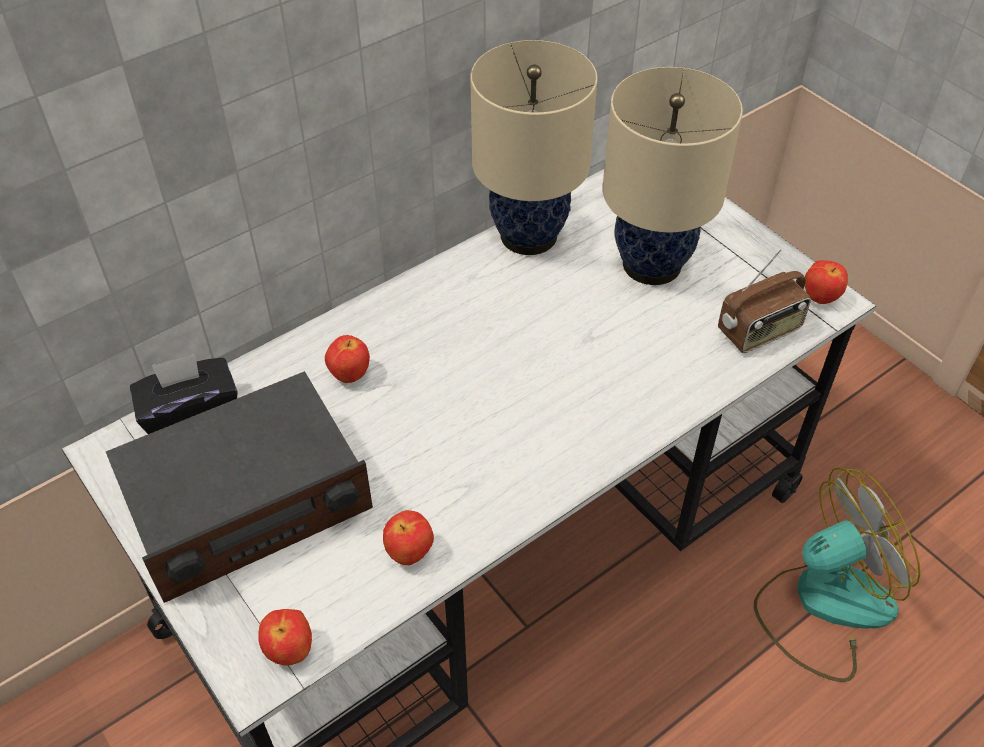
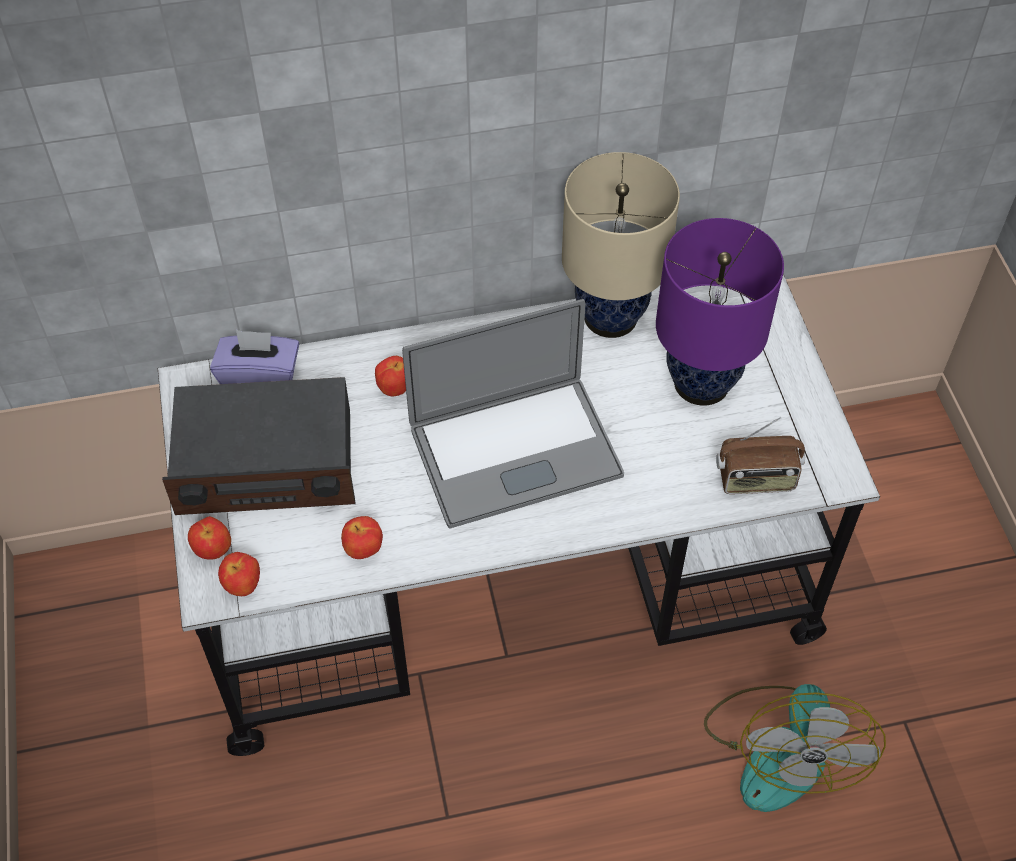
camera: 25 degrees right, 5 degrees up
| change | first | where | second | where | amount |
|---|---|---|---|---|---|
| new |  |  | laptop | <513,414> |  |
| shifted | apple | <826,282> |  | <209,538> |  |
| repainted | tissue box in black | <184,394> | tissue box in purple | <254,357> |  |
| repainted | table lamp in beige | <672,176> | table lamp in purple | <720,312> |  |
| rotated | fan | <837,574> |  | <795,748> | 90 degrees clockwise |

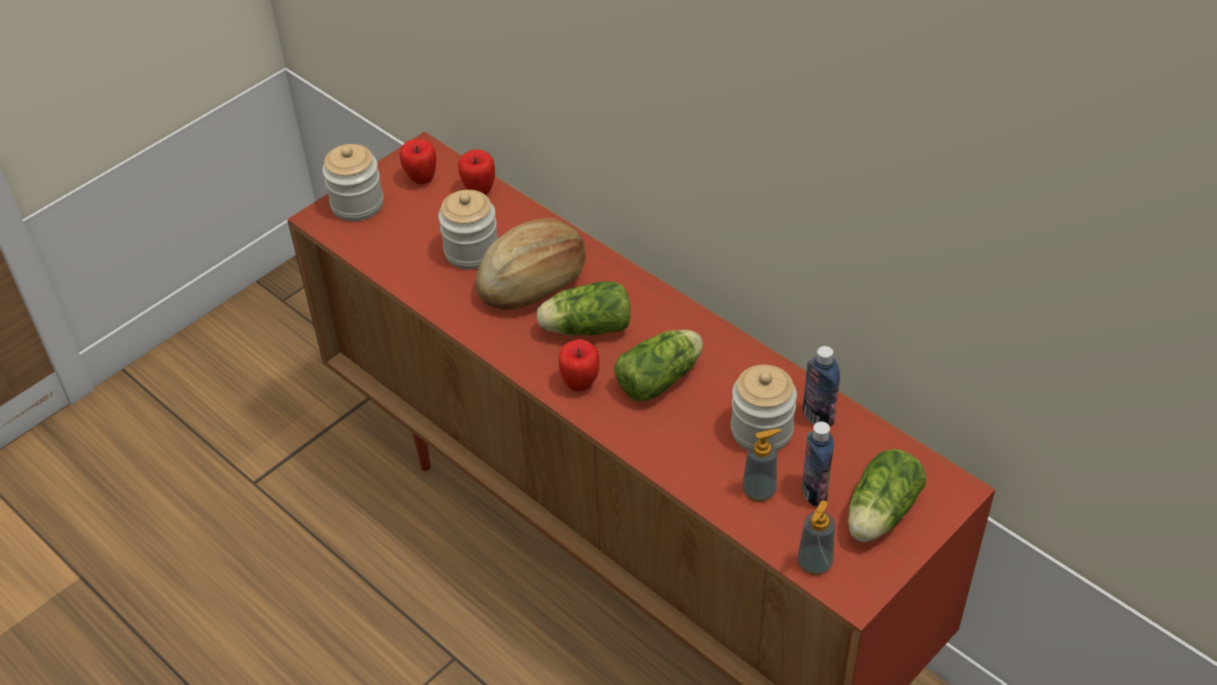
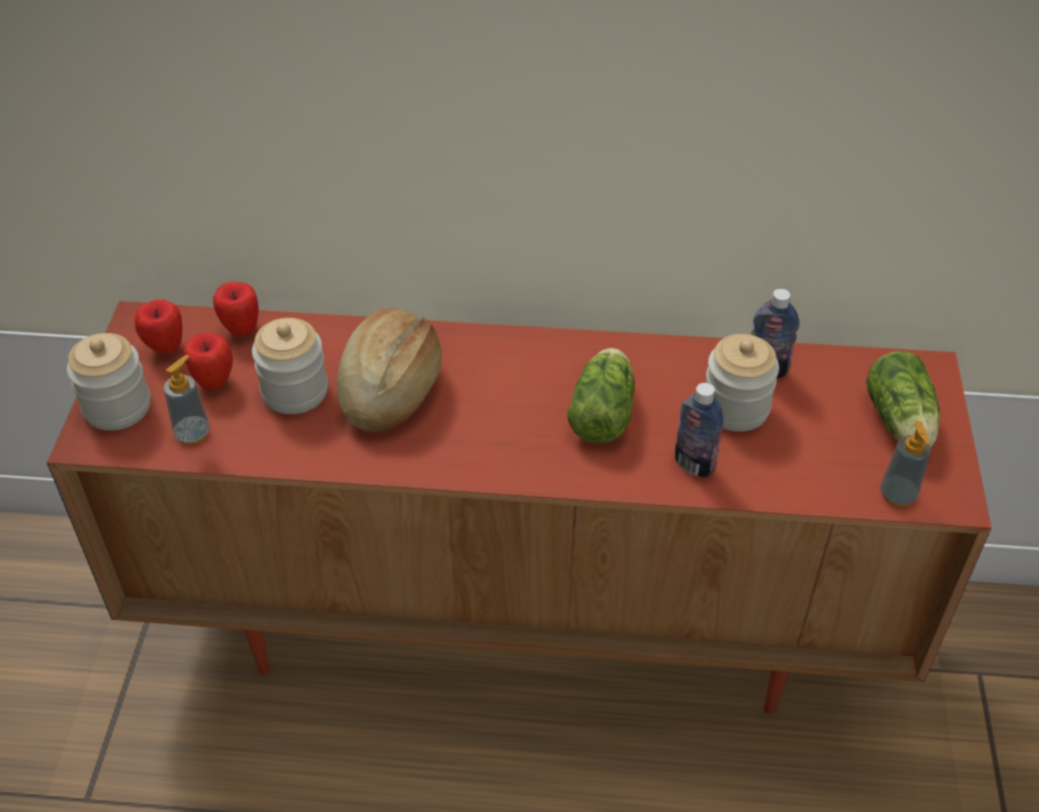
camera: 40 degrees left, 0 degrees up
| change | first | where | second | where | amount |
|---|---|---|---|---|---|
| gone | lettuce | <584,308> |  |  |  |
| shifted | apple | <579,365> |  | <208,361> |  |
| shifted | soap dispenser | <761,465> |  | <186,400> |  |
| shifted | bottle | <818,464> |  | <699,430> |  |

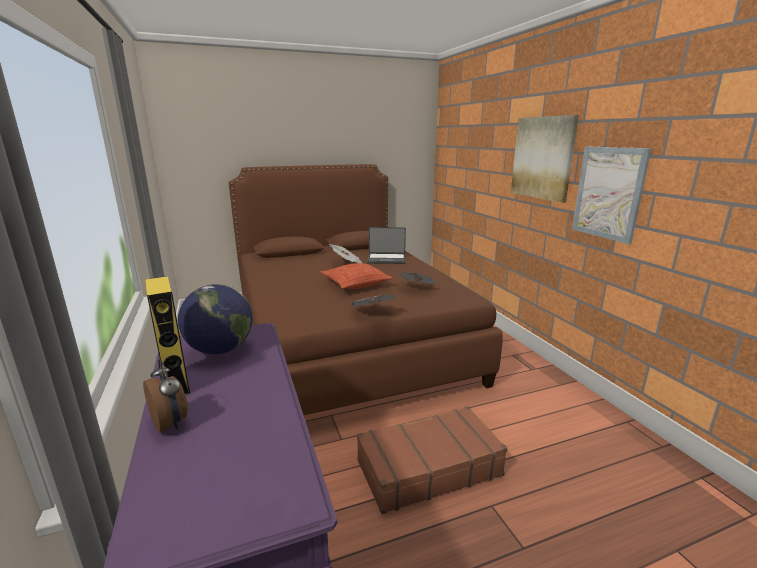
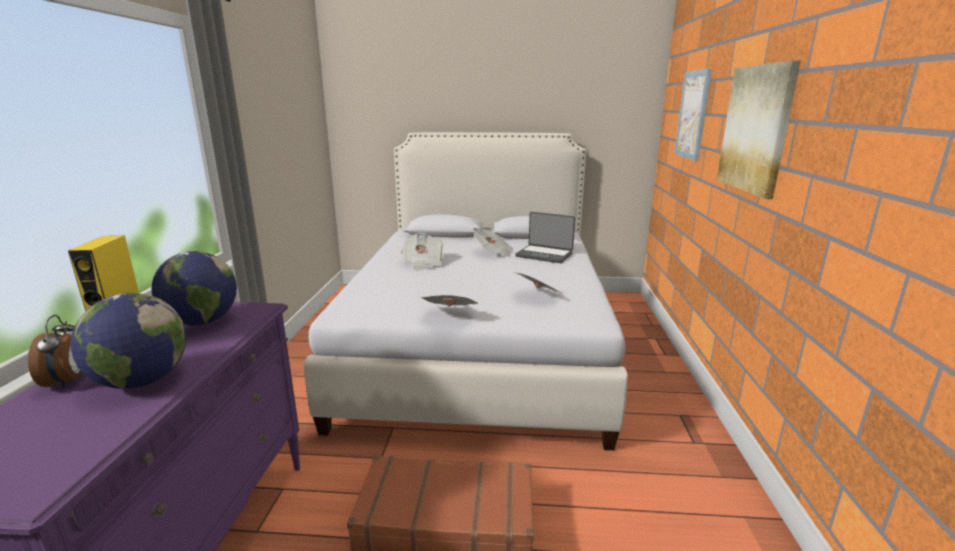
camera: 25 degrees right, 0 degrees up
| change | first | where | second | where | amount |
|---|---|---|---|---|---|
| gone | pillow in orange | <357,276> |  |  |  |
| new |  |  | globe | <128,341> |  |
| new |  |  | newspaper | <422,252> |  |
| shifted | picture | <611,195> |  | <693,114> |  |
| repainted | bed in brown | <366,290> | bed in white | <466,291> |  |

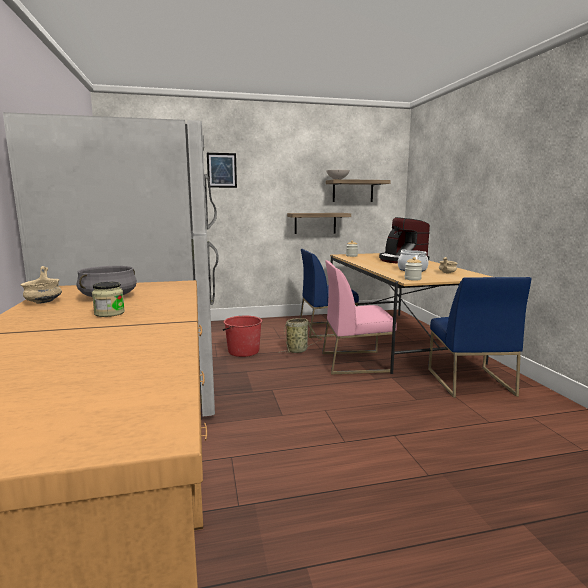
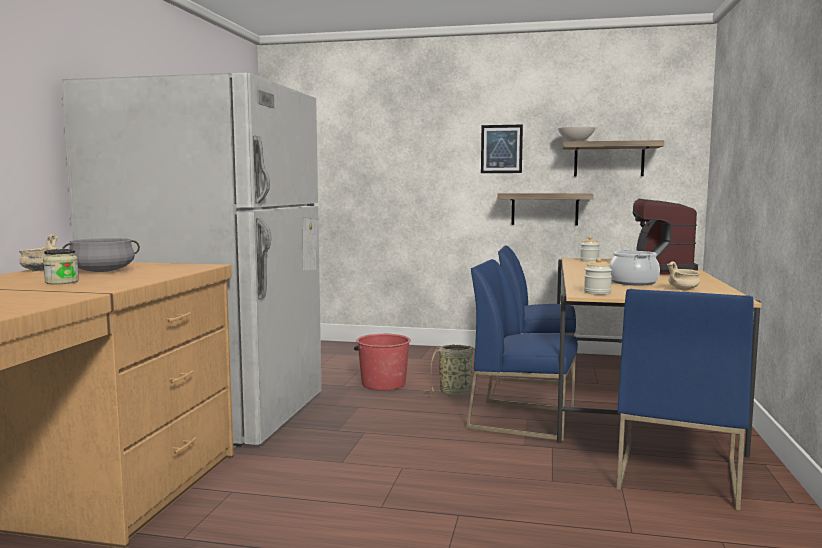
camera: 25 degrees right, 5 degrees down
| change | first | where | second | where | amount |
|---|---|---|---|---|---|
| shifted | picture | <222,170> |  | <502,148> |  |
| repainted | chair in pink | <359,317> | chair in blue | <522,350> |  |

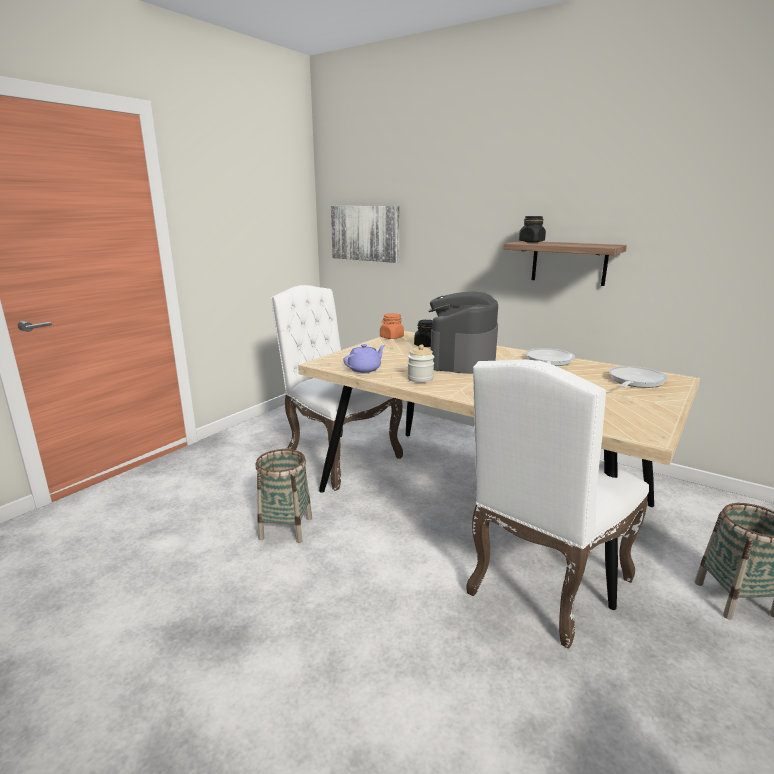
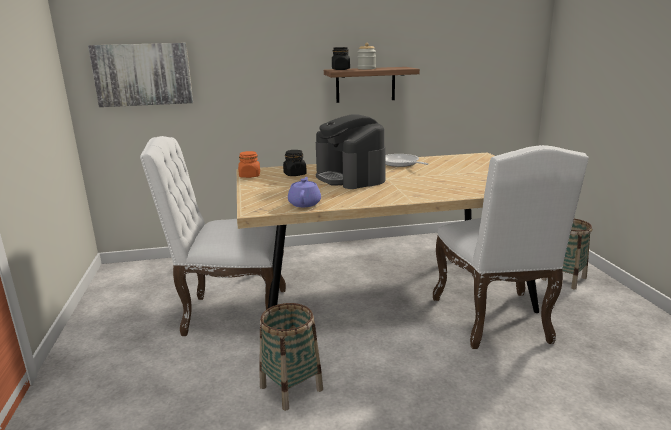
camera: 45 degrees left, 0 degrees up
| change | first | where | second | where | amount |
|---|---|---|---|---|---|
| gone | frying pan | <638,377> |  |  |  |
| shifted | jar | <420,363> |  | <367,56> |  |

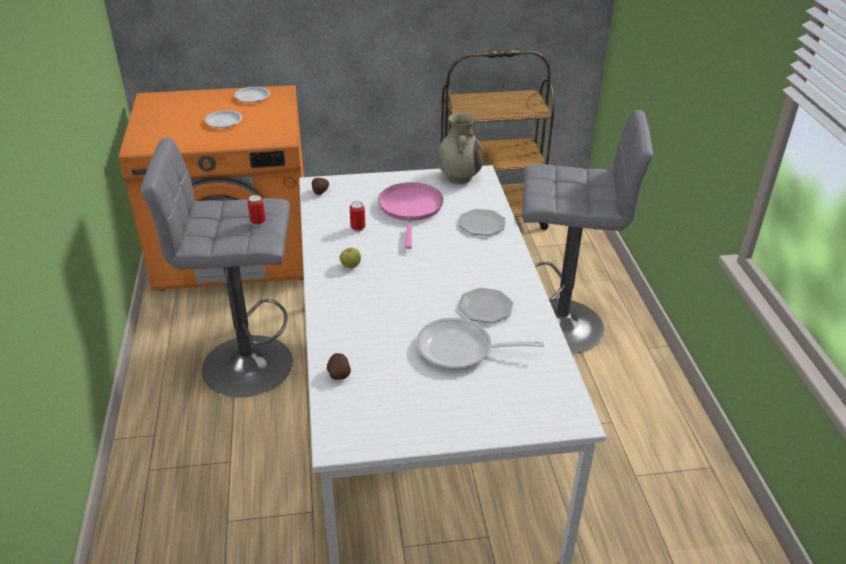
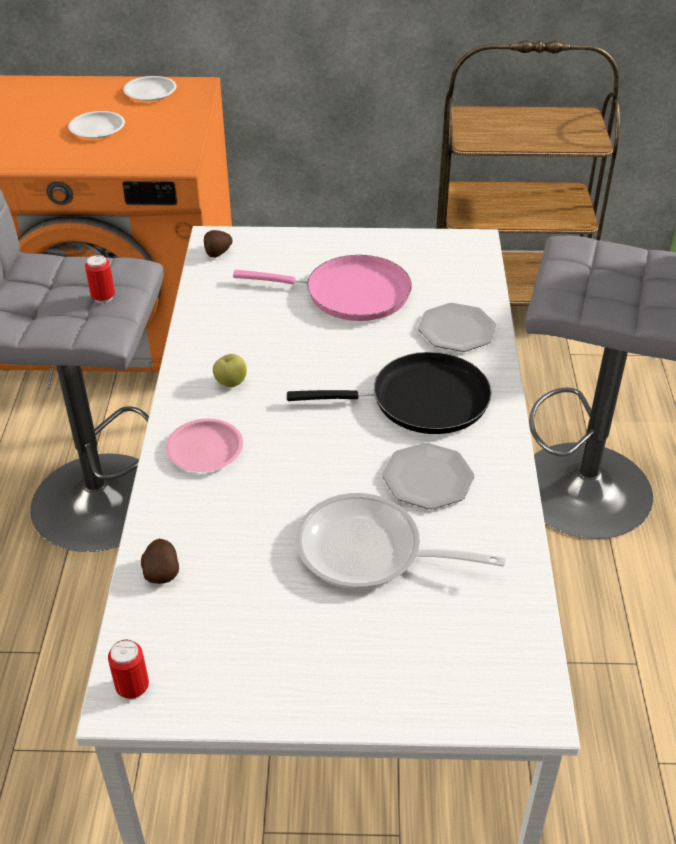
camera: 10 degrees right, 5 degrees up
| change | first | where | second | where | amount |
|---|---|---|---|---|---|
| gone | vase in beige | <460,148> |  |  |  |
| new |  |  | plate in pink | <204,445> |  |
| new |  |  | frying pan in black | <389,393> |  |
| shifted | can | <357,216> |  | <128,669> |  |
| rotated | frying pan in pink | <410,215> |  | <322,288> | 90 degrees clockwise |

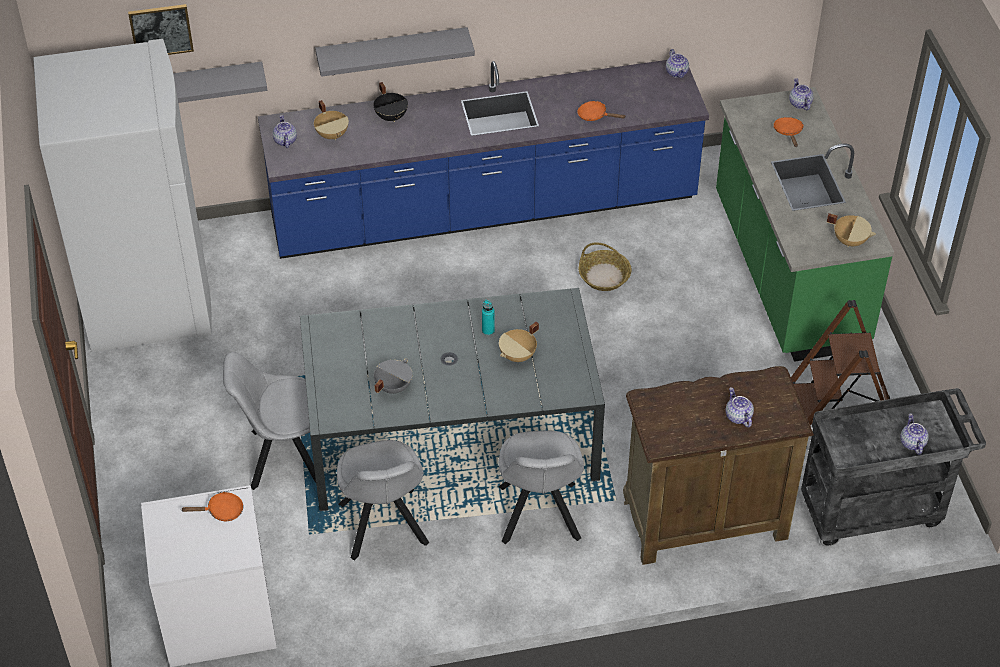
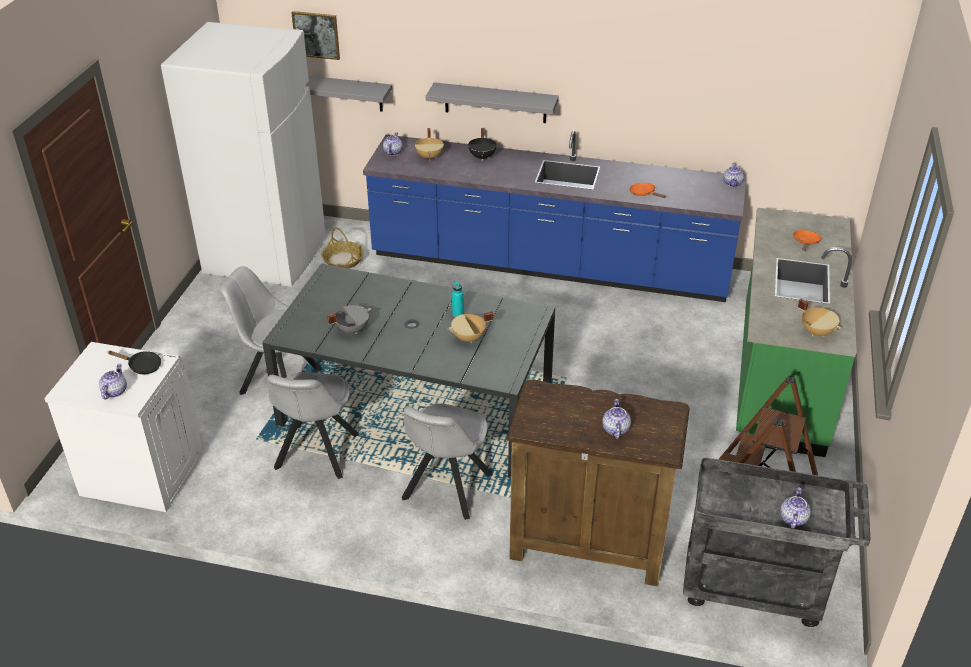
camera: 25 degrees right, 10 degrees down
| change | first | where | second | where | amount |
|---|---|---|---|---|---|
| shifted | basket | <605,266> |  | <342,247> |  |
| shifted | teapot | <801,94> |  | <113,381> |  |
| repainted | frying pan in orange | <212,506> | frying pan in black | <134,362> |  |

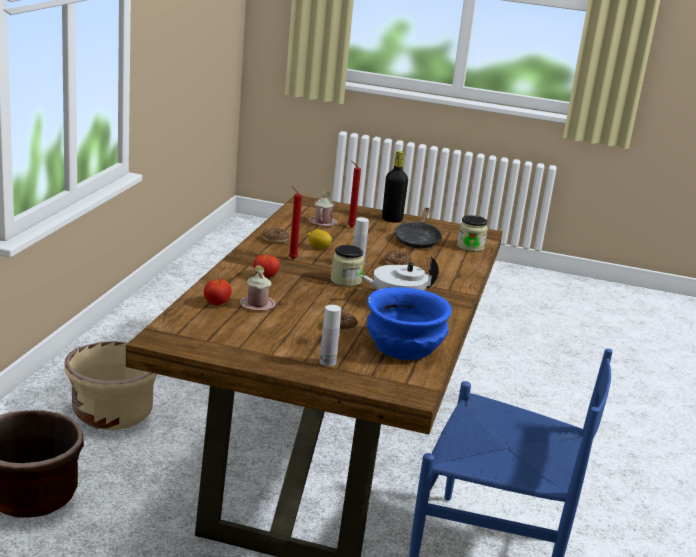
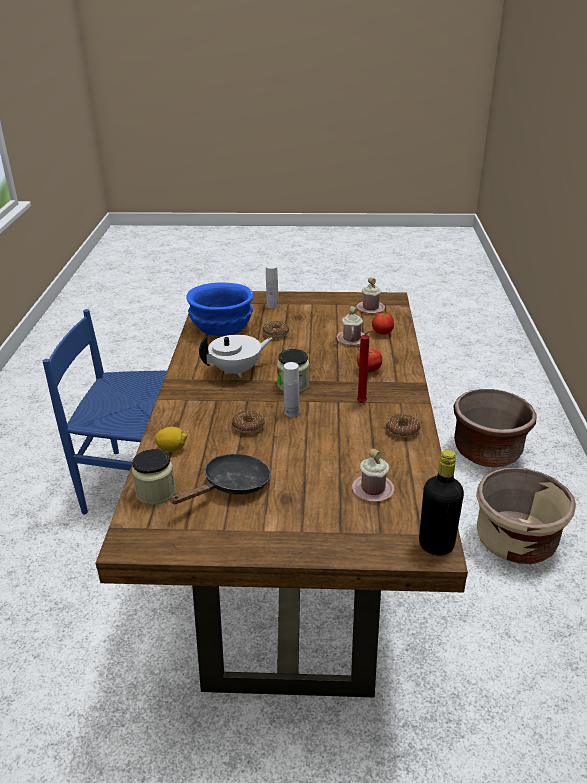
camera: 170 degrees right, 10 degrees up
| change | first | where | second | where | amount |
|---|---|---|---|---|---|
| gone | candle in red | <354,194> |  |  |  |
| new |  |  | mug in pink | <370,295> |  |
| shifted | lemon | <319,239> |  | <171,439> |  |
| shifted | bottle in black | <395,186> |  | <441,503> |  |
| rotated | frying pan in black | <418,228> |  | <220,479> | 45 degrees clockwise |

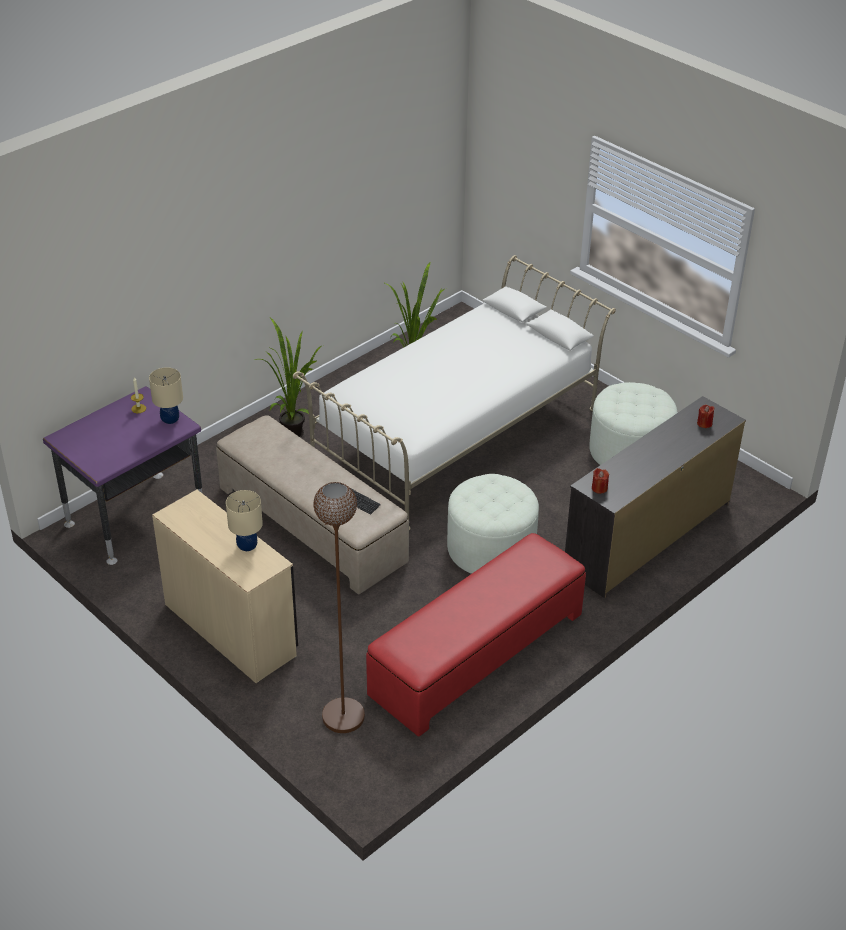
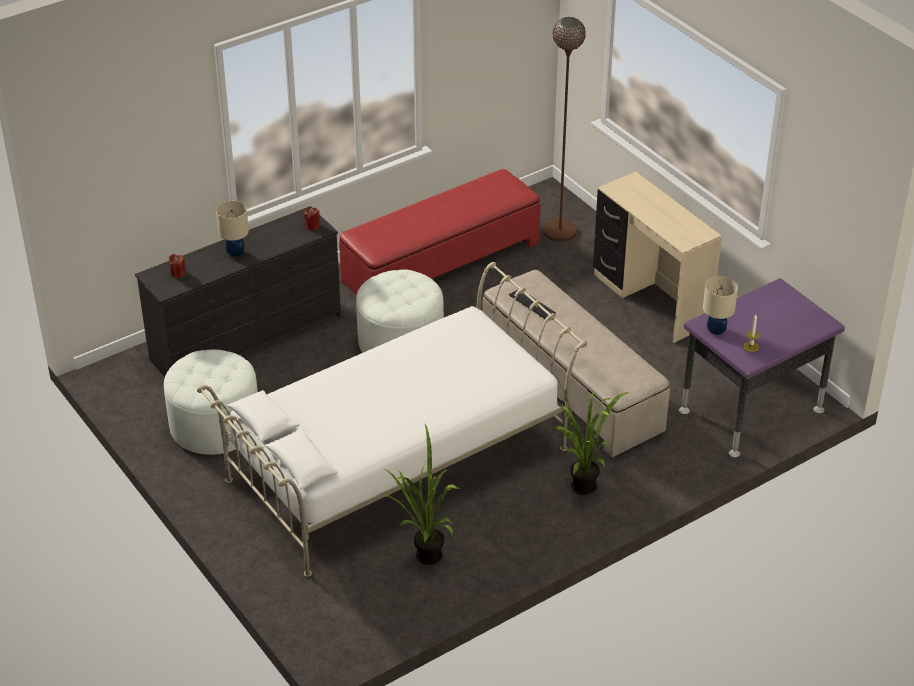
camera: 170 degrees left, 0 degrees up
| change | first | where | second | where | amount |
|---|---|---|---|---|---|
| shifted | table lamp in beige | <244,520> |  | <232,229> |  |

